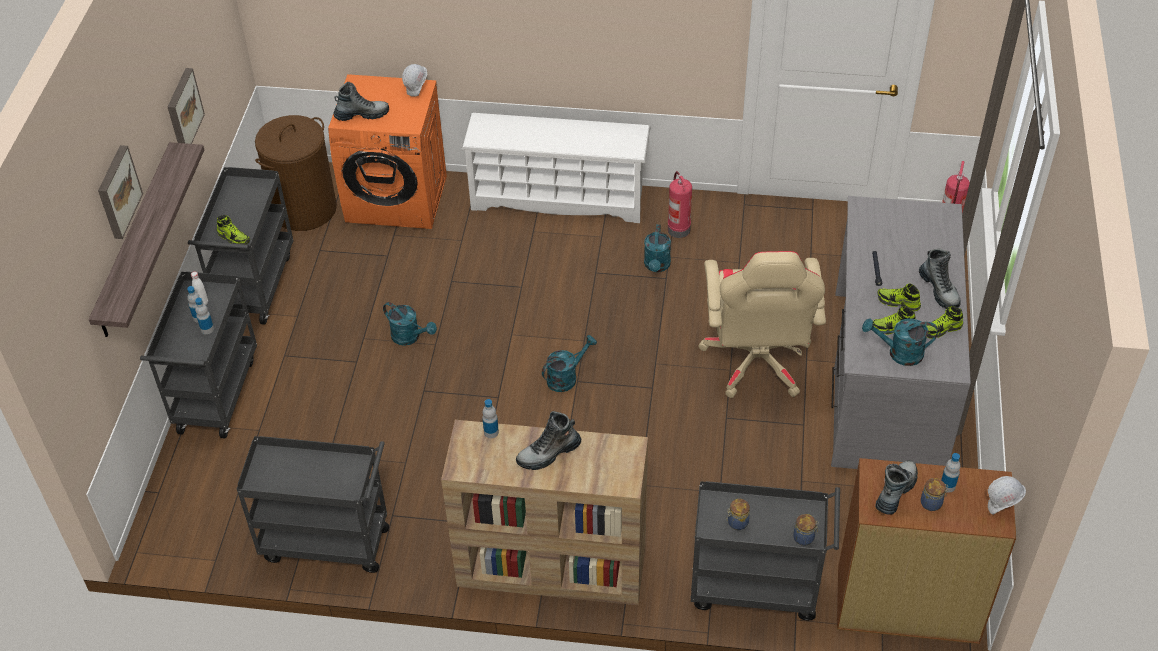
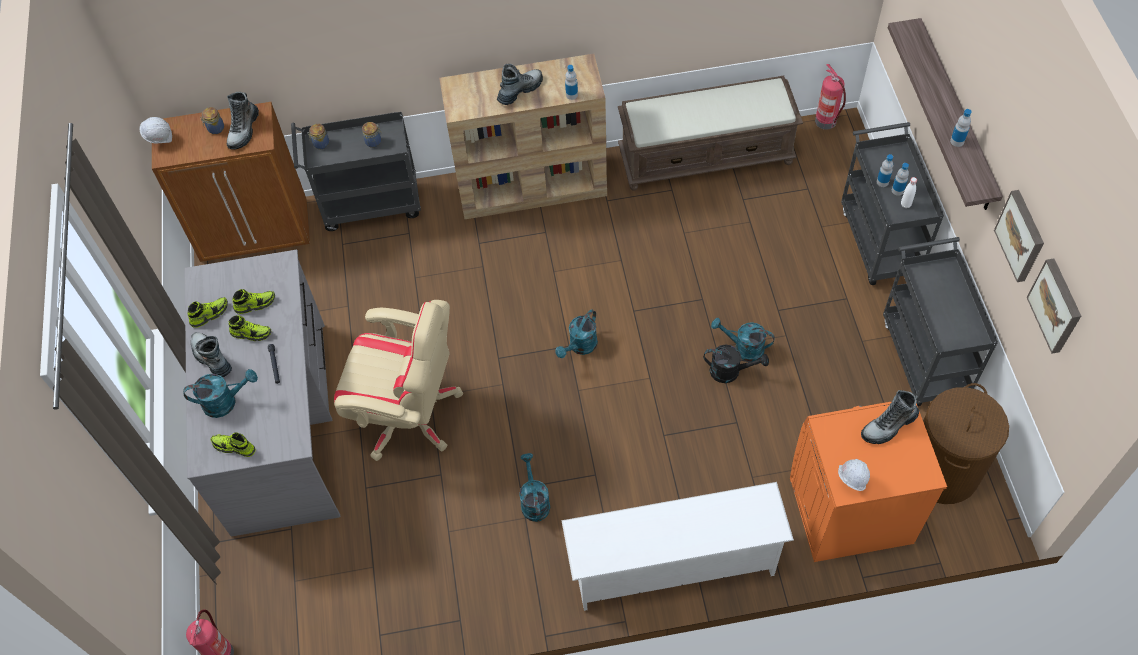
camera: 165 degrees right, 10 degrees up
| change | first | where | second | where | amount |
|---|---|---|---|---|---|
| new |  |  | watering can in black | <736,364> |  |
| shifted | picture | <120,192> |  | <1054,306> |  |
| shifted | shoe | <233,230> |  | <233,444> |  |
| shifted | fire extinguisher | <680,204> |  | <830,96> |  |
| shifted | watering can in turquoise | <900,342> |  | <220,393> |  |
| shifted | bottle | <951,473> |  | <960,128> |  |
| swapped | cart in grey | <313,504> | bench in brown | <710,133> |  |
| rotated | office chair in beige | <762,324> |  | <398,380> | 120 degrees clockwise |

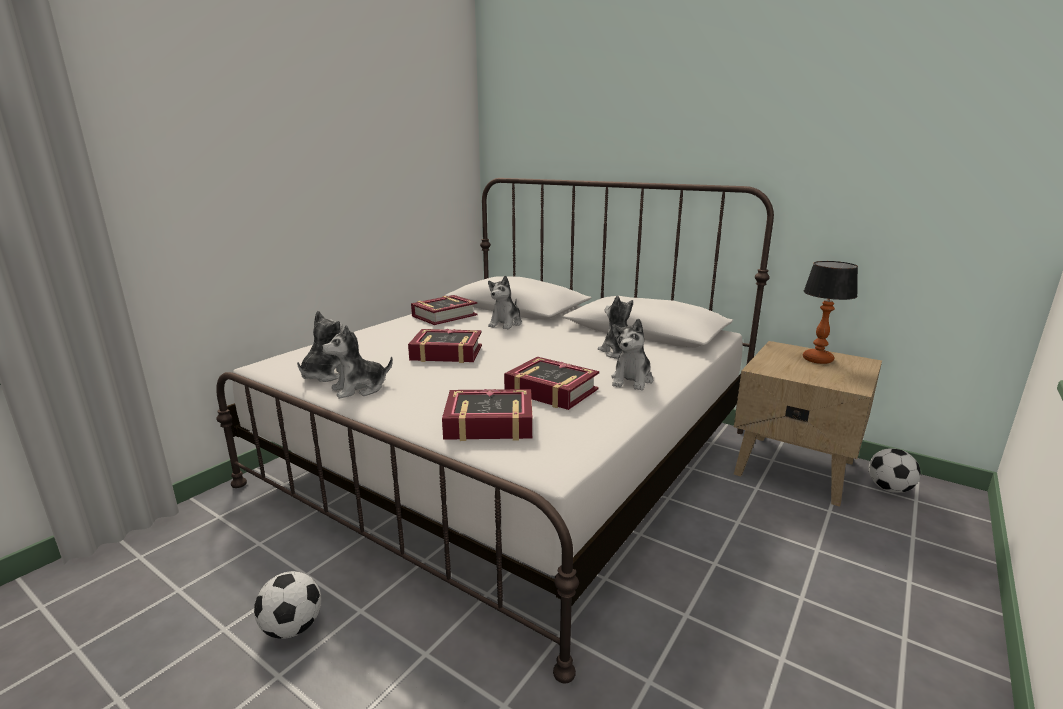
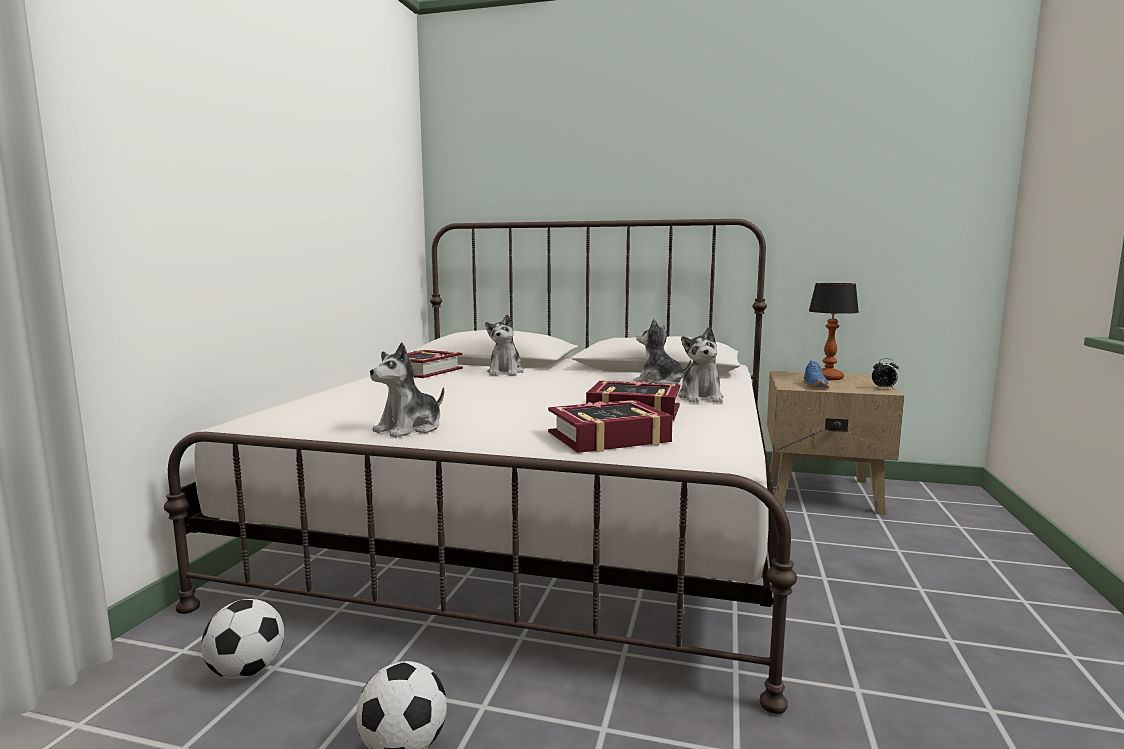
camera: 20 degrees left, 10 degrees down
| change | first | where | second | where | amount |
|---|---|---|---|---|---|
| gone | plush toy | <320,346> |  |  |  |
| gone | book | <445,346> |  |  |  |
| new |  |  | shoe in blue | <816,374> |  |
| new |  |  | alarm clock | <885,374> |  |
| shifted | football | <895,470> |  | <242,639> |  |

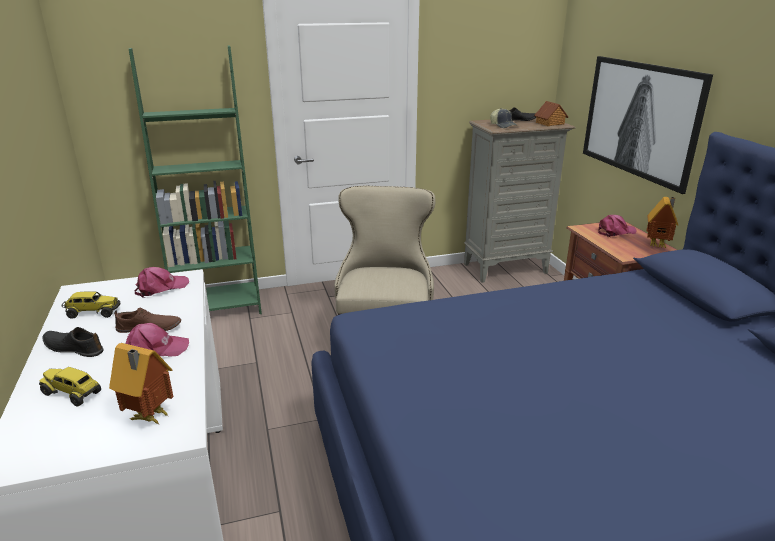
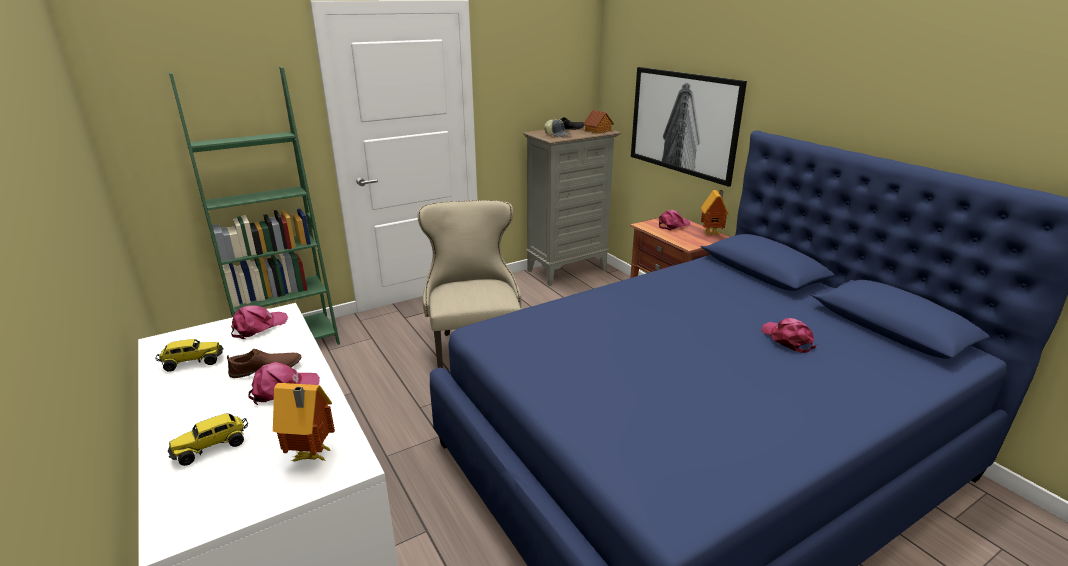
camera: 15 degrees left, 0 degrees up
| change | first | where | second | where | amount |
|---|---|---|---|---|---|
| gone | shoe in black | <72,342> |  |  |  |
| new |  |  | cap in pink | <789,335> |  |
| rotated | toy truck | <70,387> |  | <208,440> | 45 degrees counterclockwise |

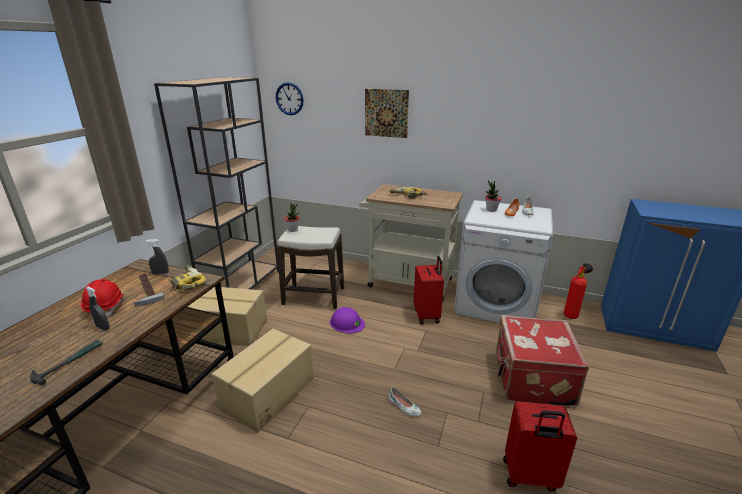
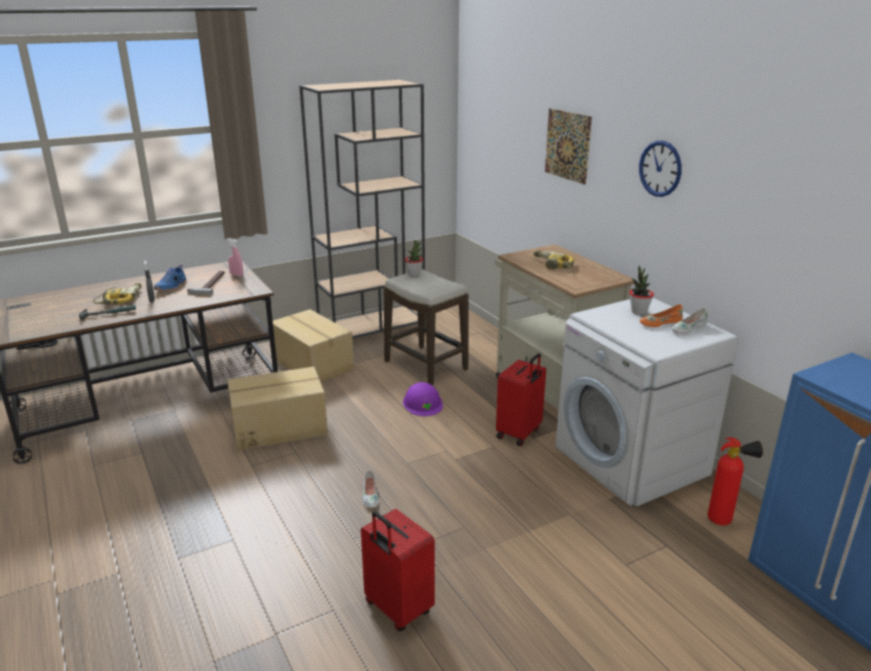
camera: 40 degrees right, 0 degrees up
| change | first | where | second | where | amount |
|---|---|---|---|---|---|
| gone | suitcase in red | <542,361> |  |  |  |
| shifted | power drill | <187,279> |  | <117,293> |  |
| shifted | wall clock | <289,98> |  | <660,169> |  |
| swapped | hard hat in red | <102,299> | shoe in blue | <170,278> |  |
| repainted | spray bottle in grey | <157,257> | spray bottle in pink | <235,257> |  |

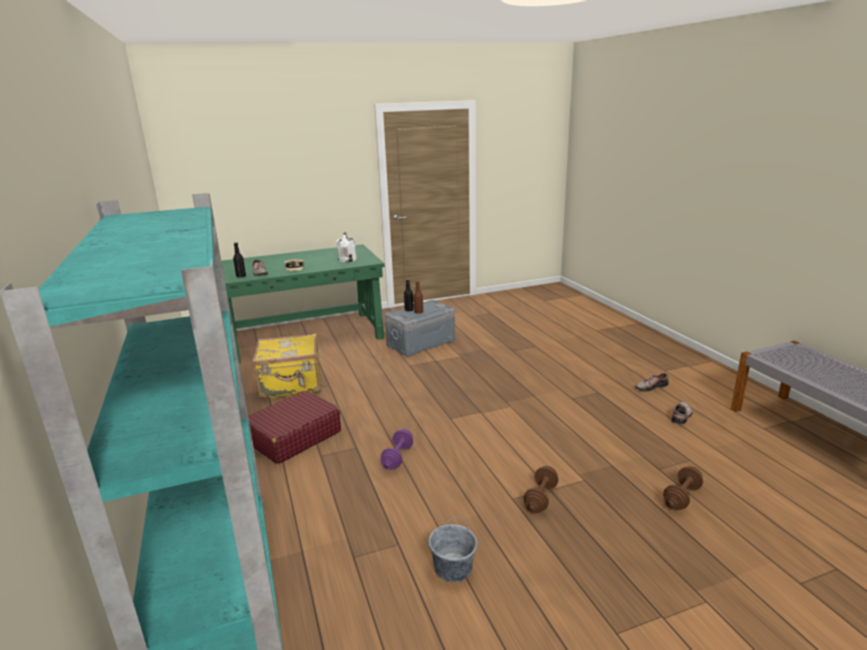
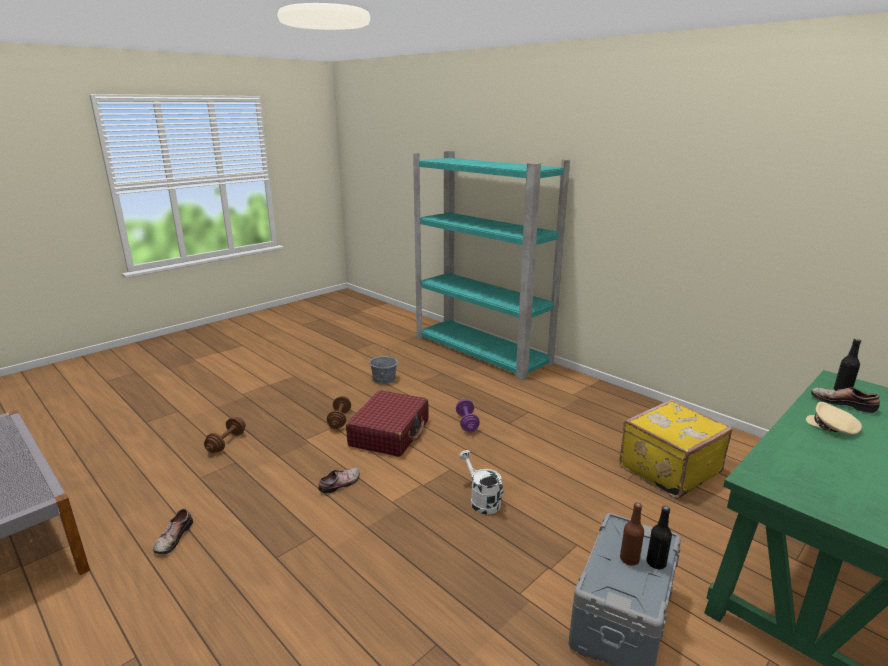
camera: 155 degrees right, 0 degrees up
| change | first | where | second | where | amount |
|---|---|---|---|---|---|
| shifted | suitcase in red | <294,427> |  | <387,423> |  |
| shifted | watering can in white | <347,247> |  | <481,482> |  |
| shifted | shoe | <651,382> |  | <339,480> |  |

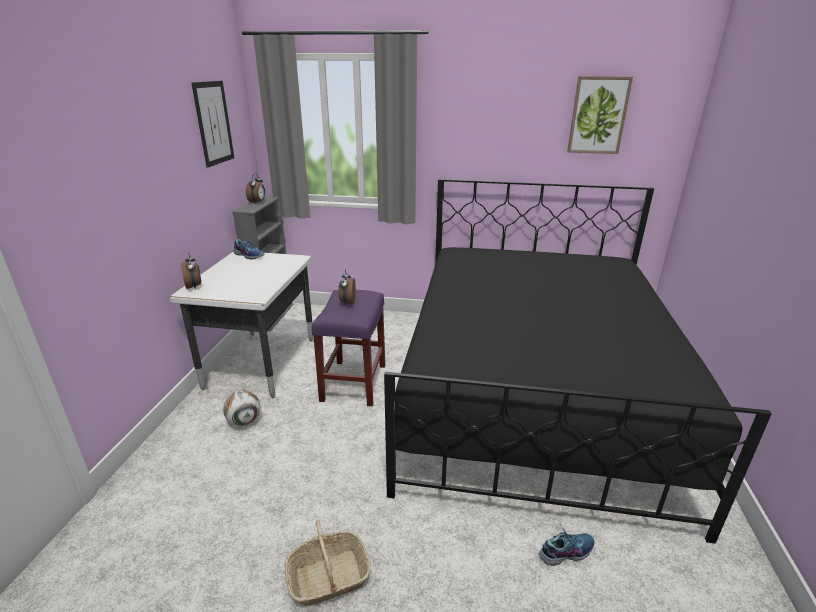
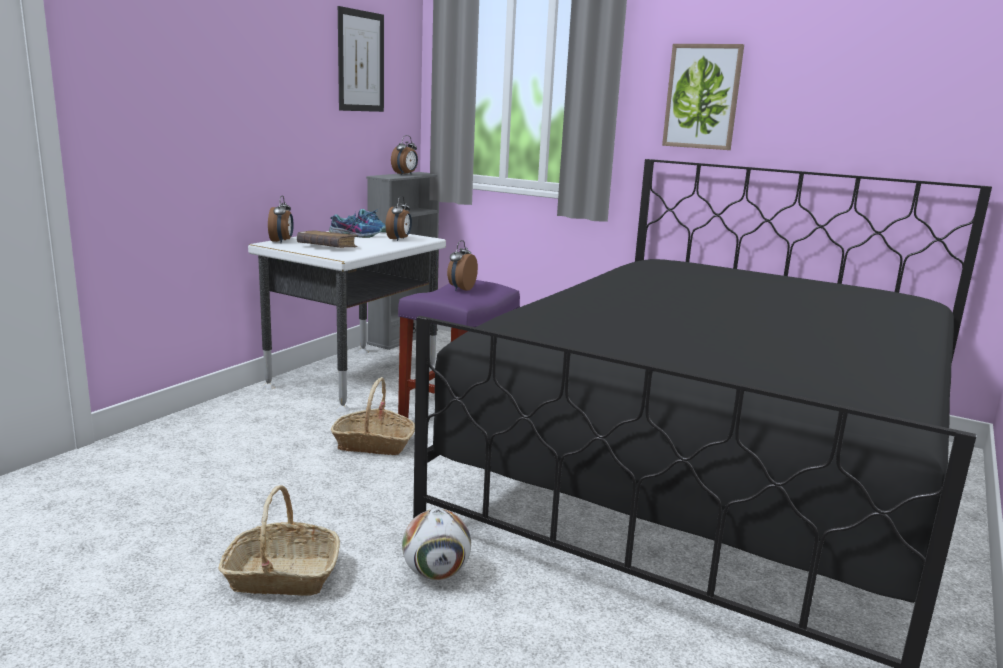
camera: 20 degrees right, 10 degrees down
| change | first | where | second | where | amount |
|---|---|---|---|---|---|
| new |  |  | book in brown | <327,239> |  |
| new |  |  | basket | <373,416> |  |
| new |  |  | alarm clock | <399,218> |  |
| shifted | football | <241,408> |  | <436,544> |  |
| shifted | shoe | <567,546> |  | <355,225> |  |
| shifted | picture | <600,115> |  | <703,97> |  |

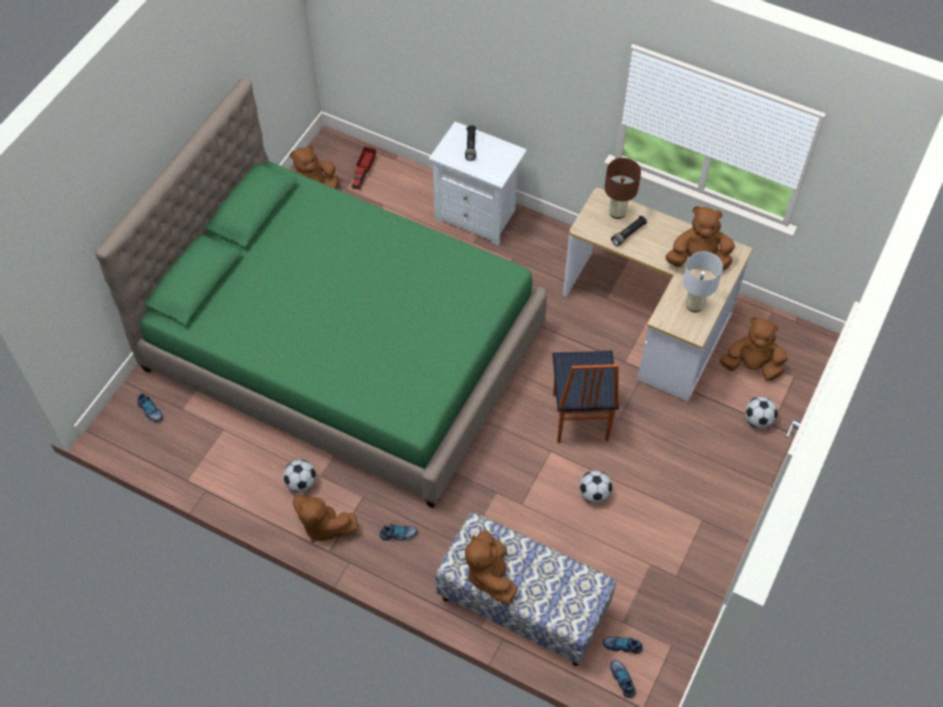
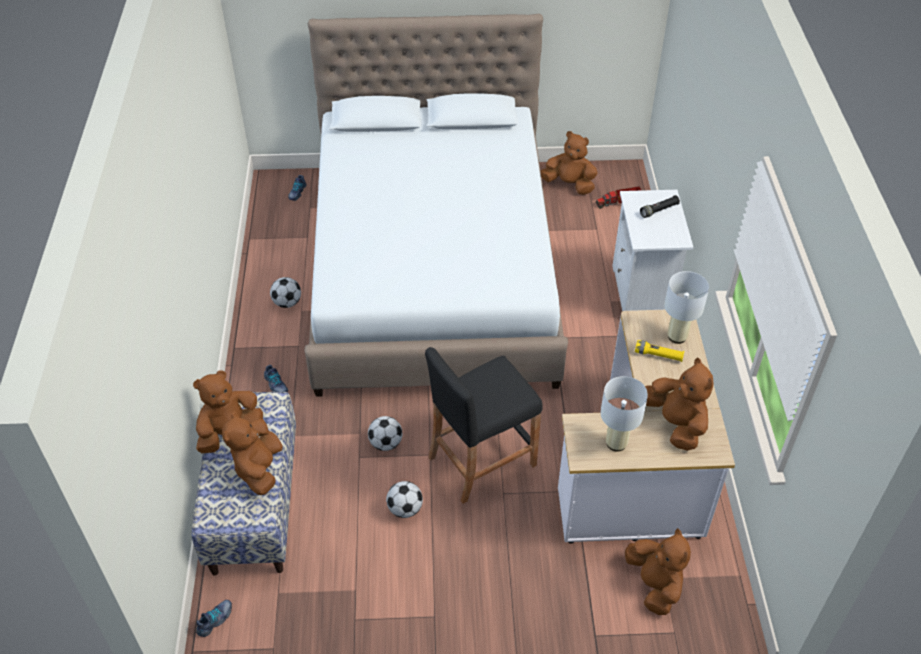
camera: 60 degrees right, 10 degrees down
| change | first | where | second | where | amount |
|---|---|---|---|---|---|
| gone | shoe | <623,645> |  |  |  |
| shifted | plush toy in brown | <325,519> |  | <252,453> |  |
| shifted | football | <761,413> |  | <385,433> |  |
| swapped | chair | <586,396> | stool in black | <484,425> |  |
| repainted | bed in green | <321,293> | bed in white | <436,205> |  |
| repainted | table lamp in brown | <623,188> | table lamp in white | <687,307> |  |
| repainted | flashlight in black | <629,231> | flashlight in yellow | <660,351> |  |

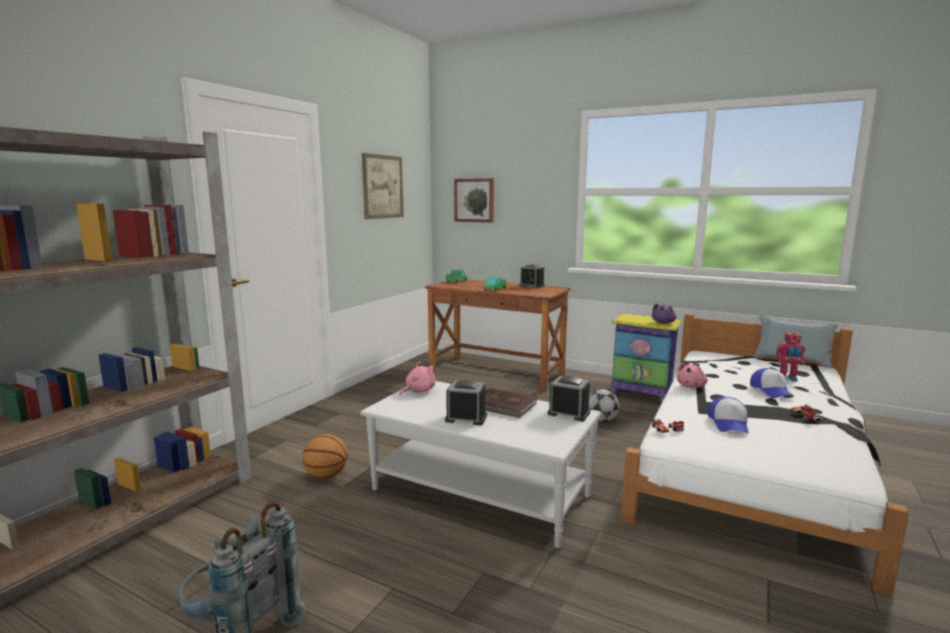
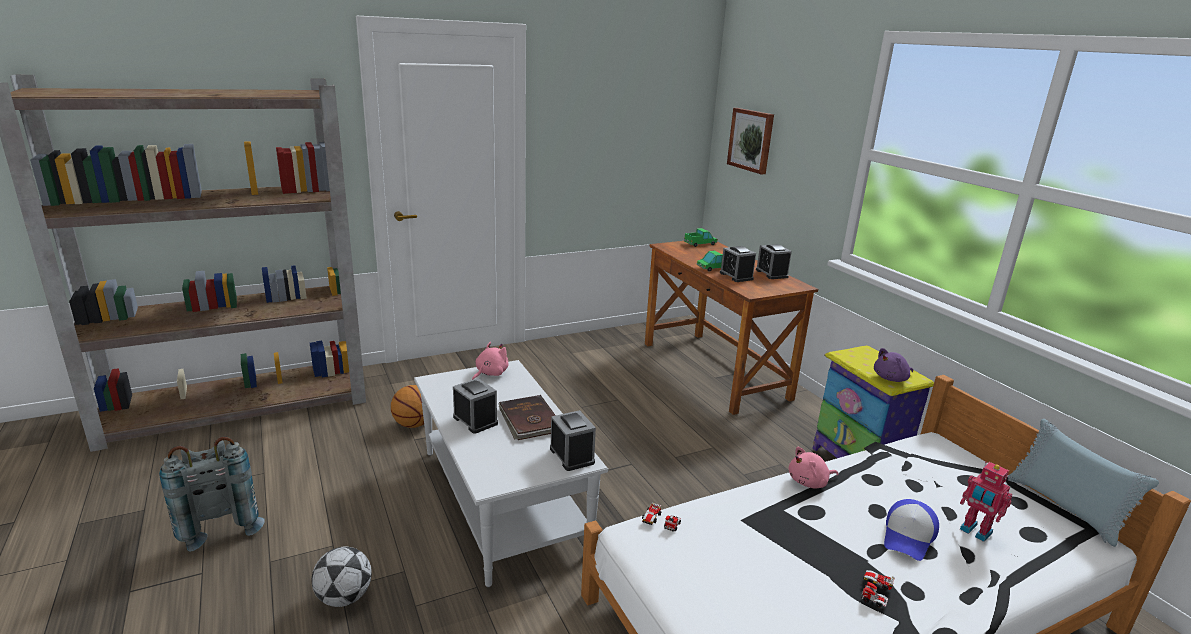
camera: 35 degrees right, 10 degrees up
| change | first | where | second | where | amount |
|---|---|---|---|---|---|
| gone | picture | <383,186> |  |  |  |
| gone | cap | <728,415> |  |  |  |
| new |  |  | alarm clock | <738,264> |  |
| shifted | football | <604,405> |  | <341,577> |  |
| rotated | plush toy in pink | <418,378> |  | <490,361> | 45 degrees counterclockwise |

